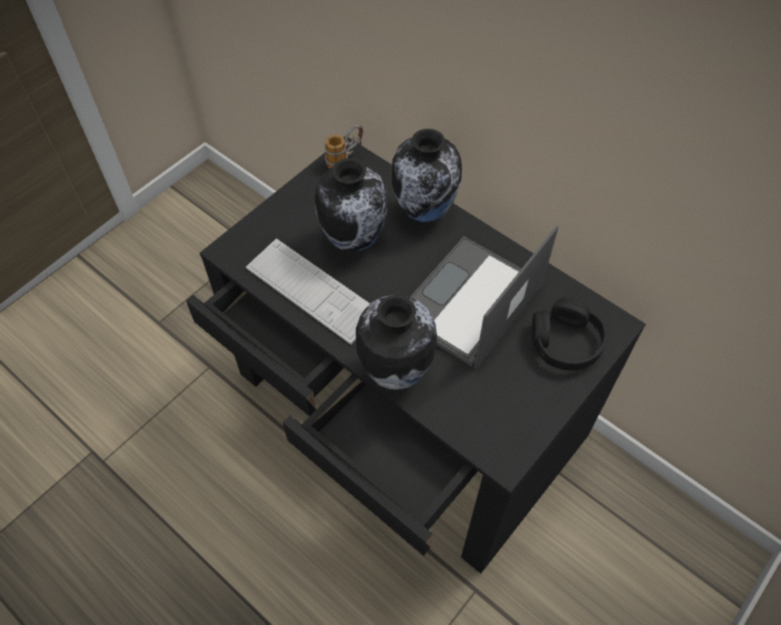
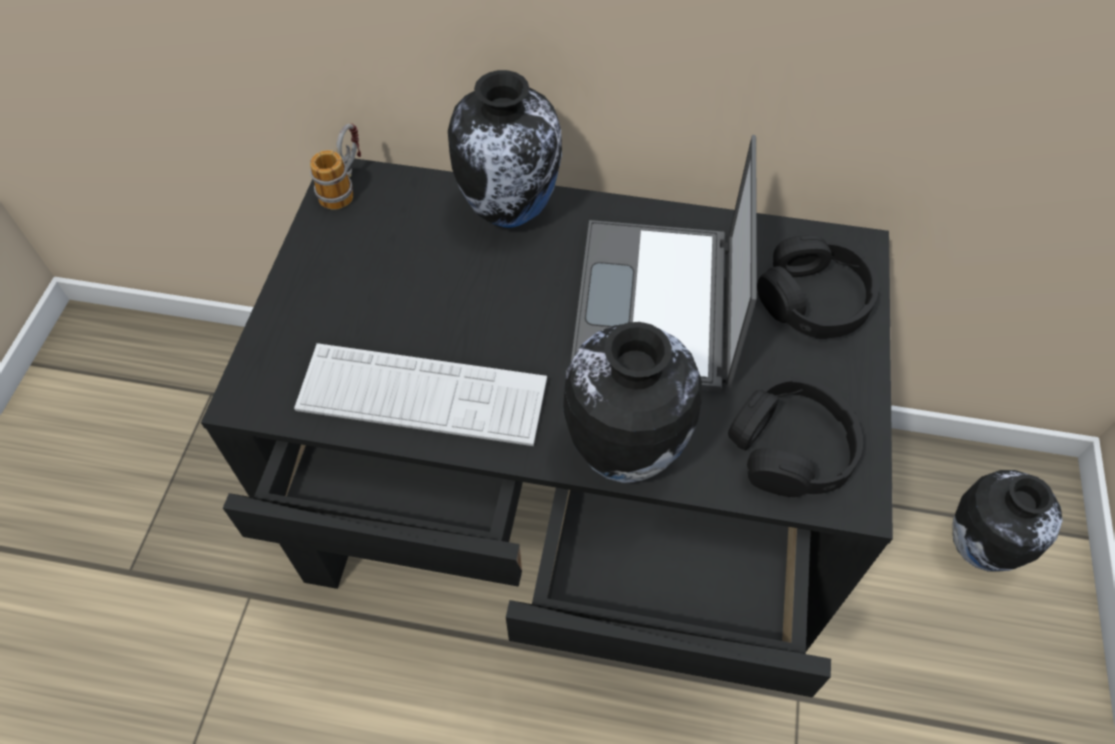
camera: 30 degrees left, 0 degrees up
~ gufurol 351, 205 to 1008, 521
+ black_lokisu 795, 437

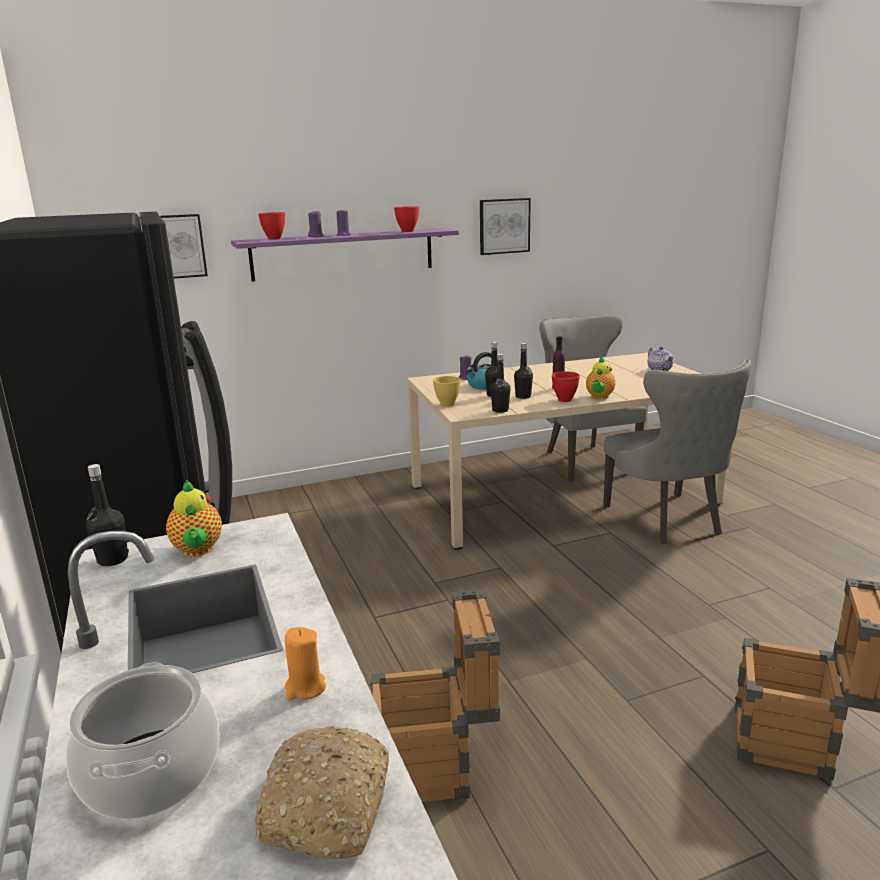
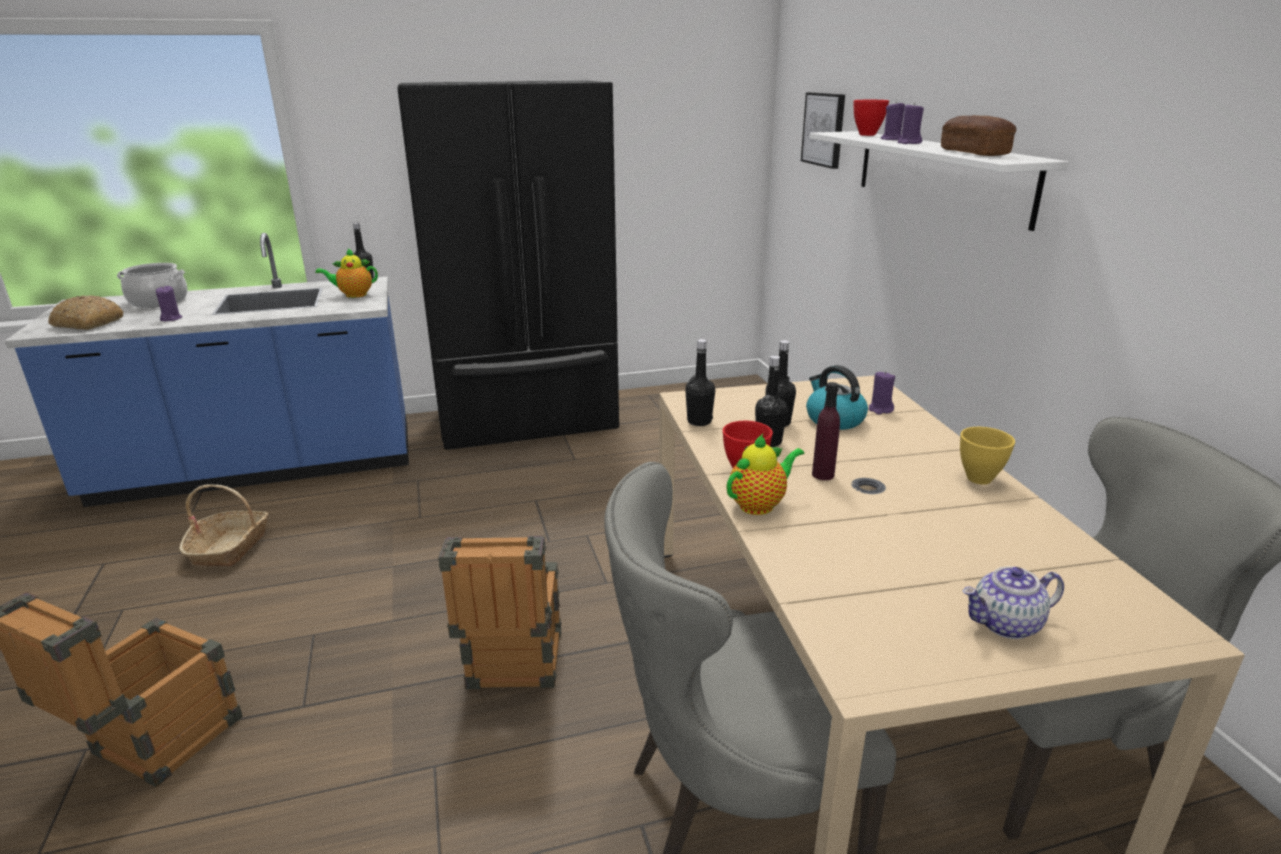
camera: 95 degrees right, 5 degrees up
- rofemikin 505, 226
~ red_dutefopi 406, 219 to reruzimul 979, 135
~ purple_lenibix 345, 255 to white_lenibix 939, 181
~ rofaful 600, 377 = 765, 474 120 degrees clockwise
~ yellow_dutefopi 447, 391 to 987, 456
~ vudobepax 435, 695 to 500, 612
~ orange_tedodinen 305, 663 to purple_tedodinen 169, 303
+ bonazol 223, 526

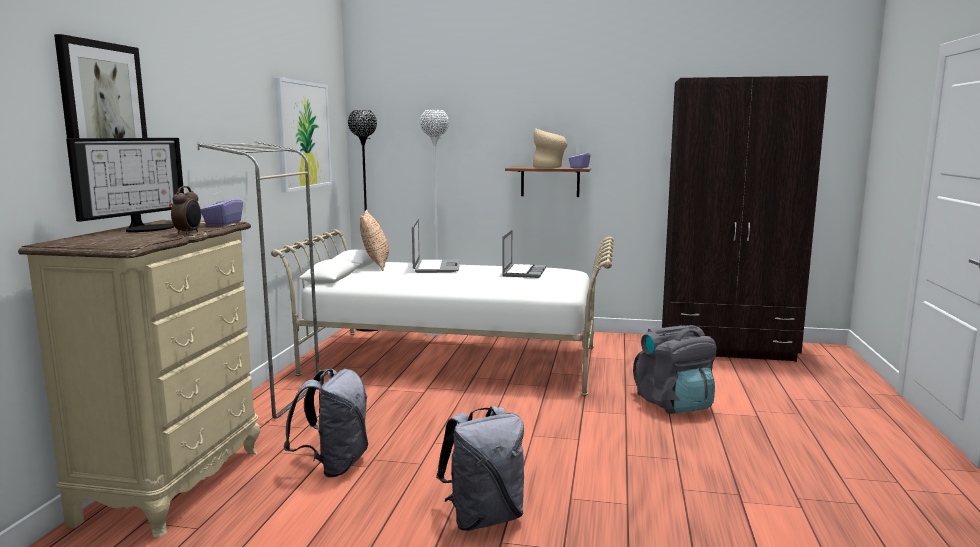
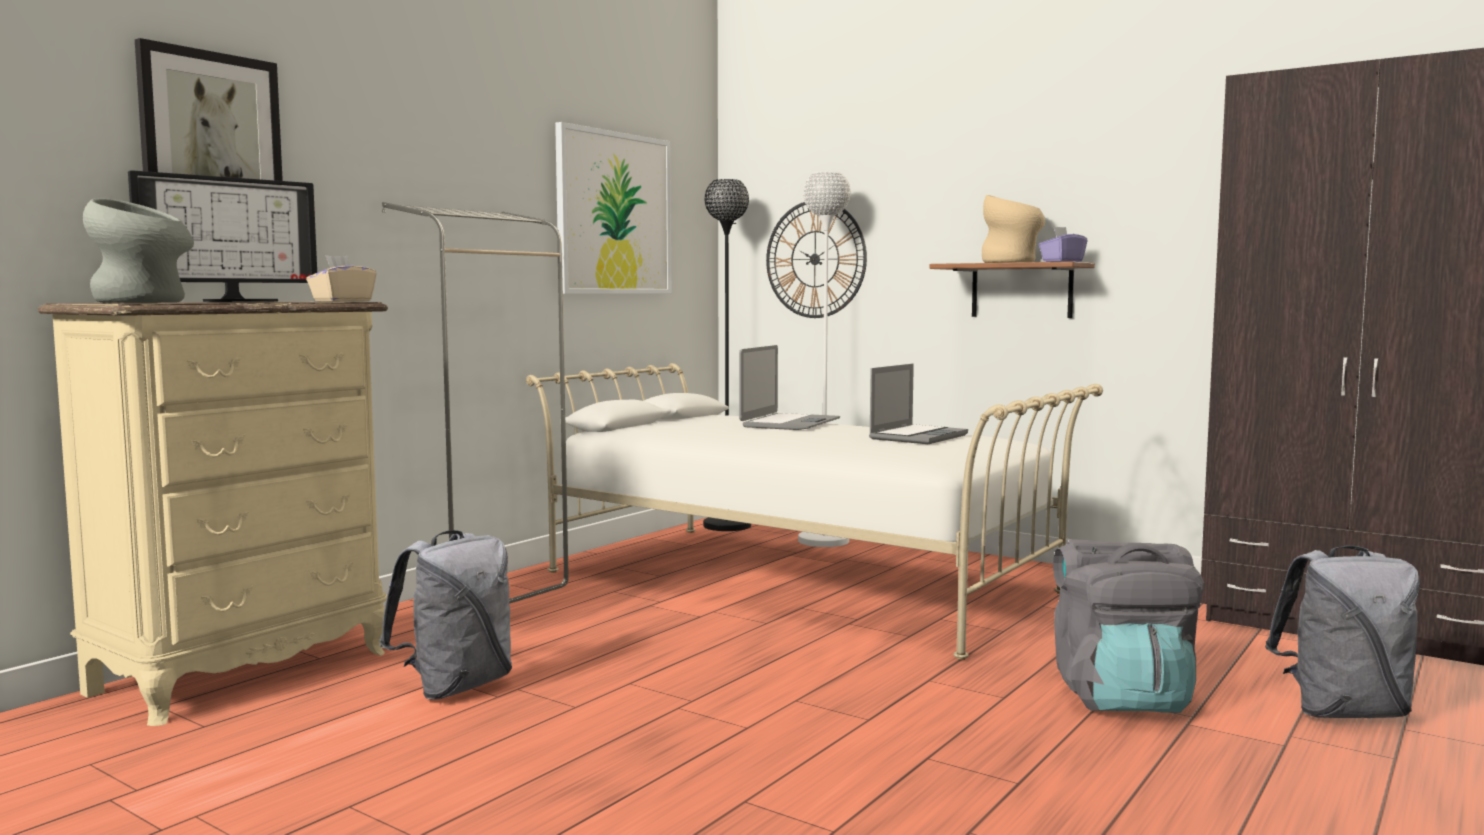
camera: 25 degrees right, 5 degrees down
- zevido 186, 210
~ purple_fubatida 222, 208 to beige_fubatida 341, 278
- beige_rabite 374, 240
~ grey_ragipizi 480, 468 to 1342, 631
+ grey_gufurol 138, 250
+ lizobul 816, 260

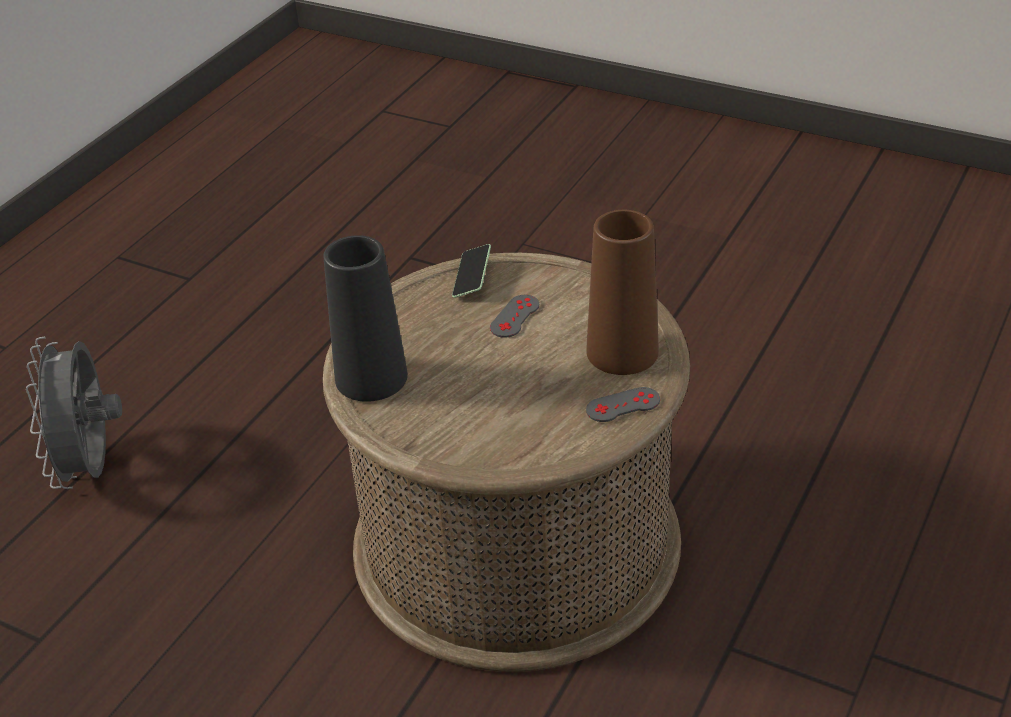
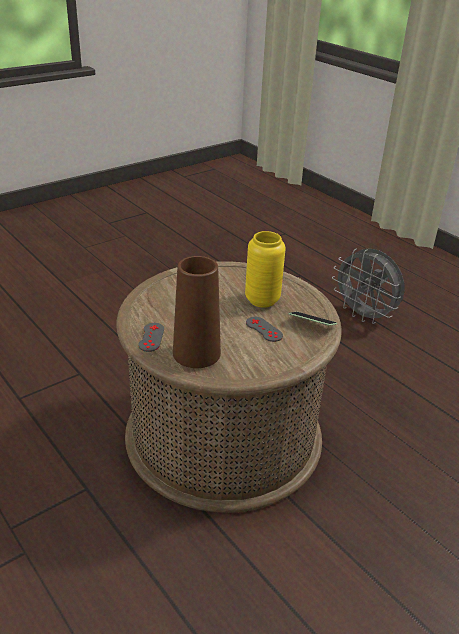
camera: 110 degrees right, 5 degrees down
- black_gufurol 365, 318
~ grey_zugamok 74, 413 = 368, 286 150 degrees counterclockwise
+ yellow_gufurol 265, 269

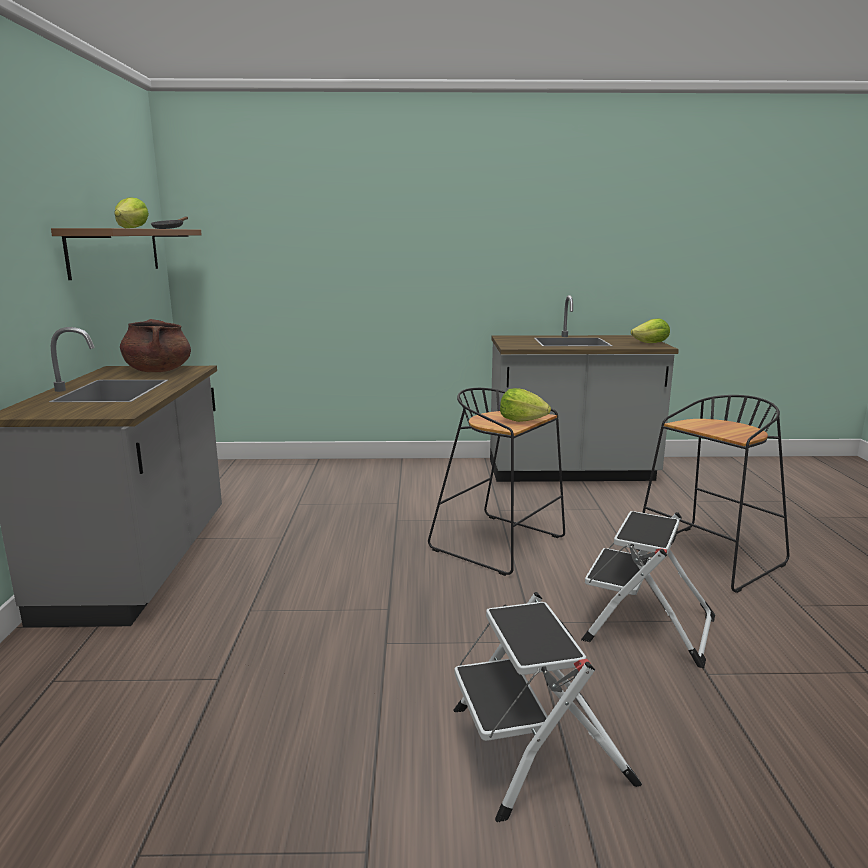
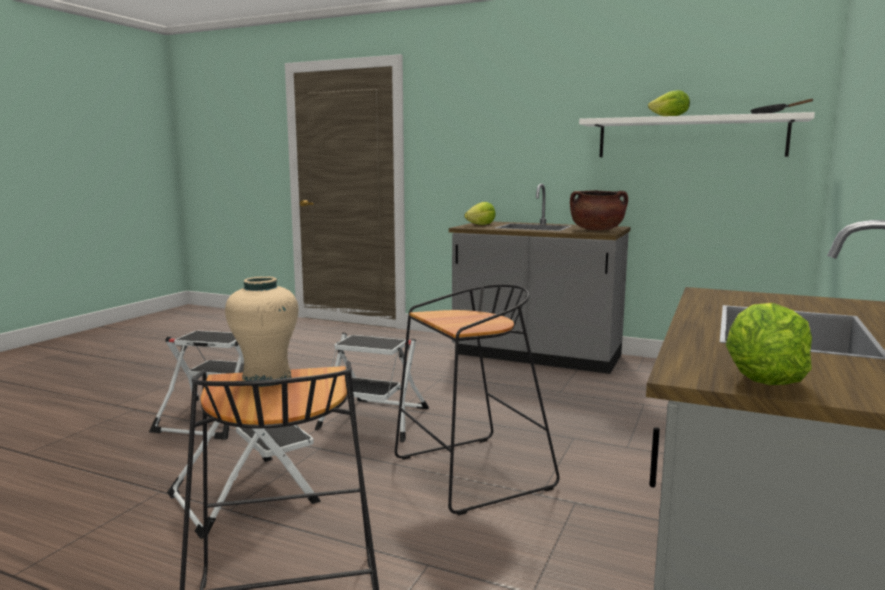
camera: 115 degrees right, 5 degrees down
~ brown_lenibix 126, 254 to white_lenibix 697, 134
~ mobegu 525, 405 to 480, 213
+ beige_gufurol 261, 332
+ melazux 372, 387

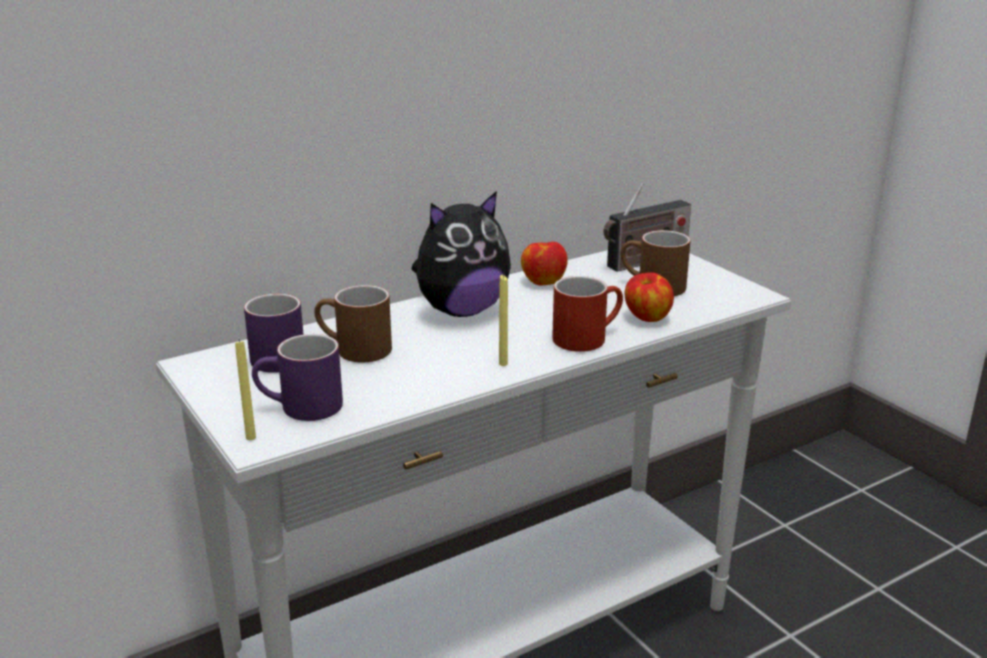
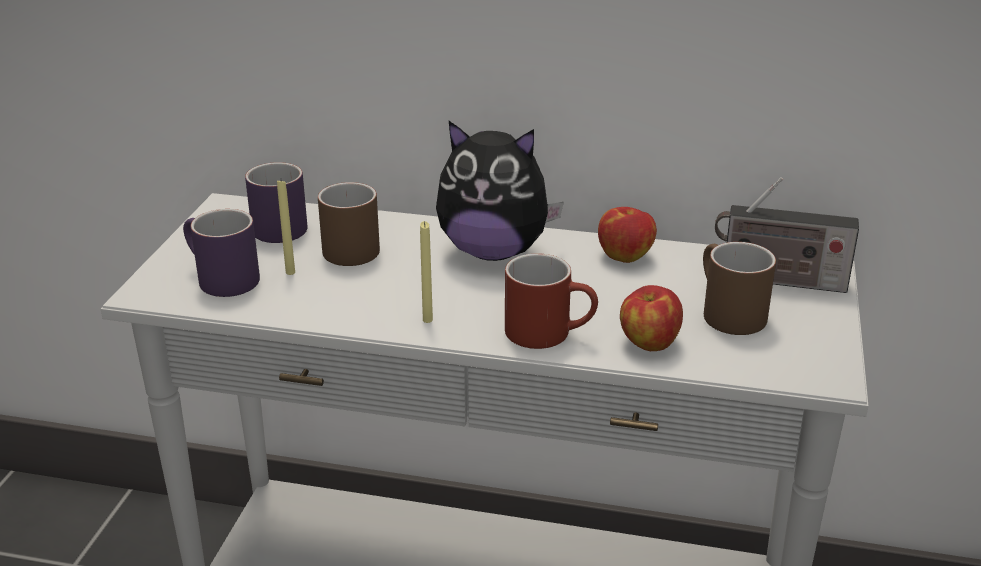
camera: 45 degrees right, 5 degrees up
~ yellow_tedodinen 245, 389 to 286, 228

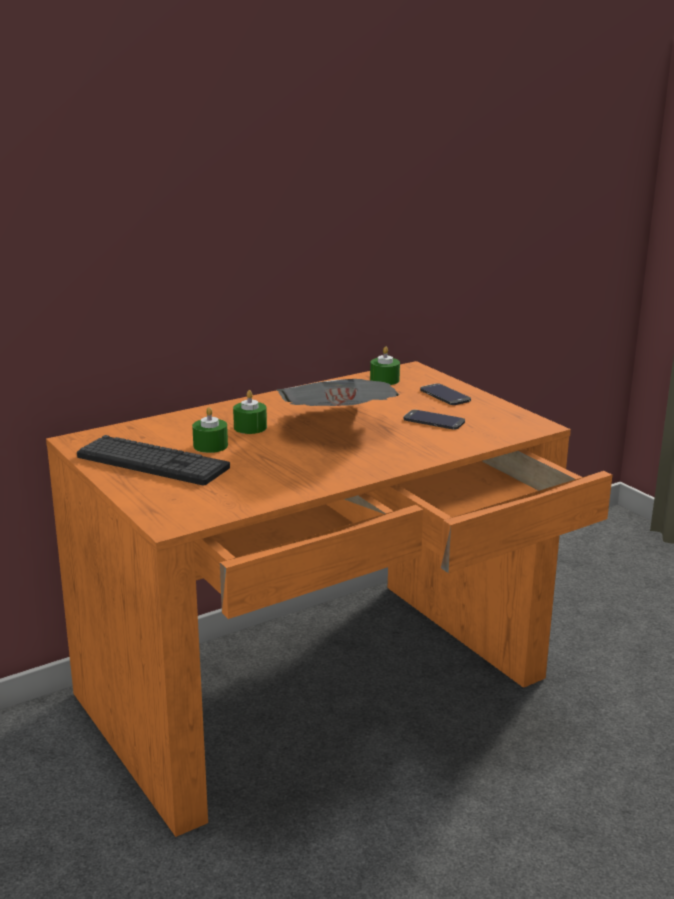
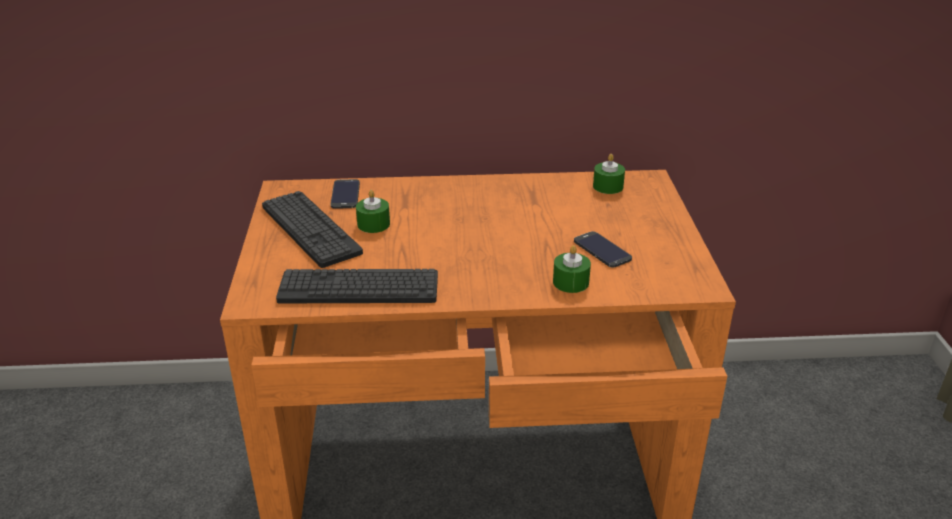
camera: 30 degrees right, 10 degrees up
- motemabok 337, 392
~ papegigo 445, 394 to 345, 194
~ green_tedodinen 250, 412 to 572, 269
+ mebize 357, 286

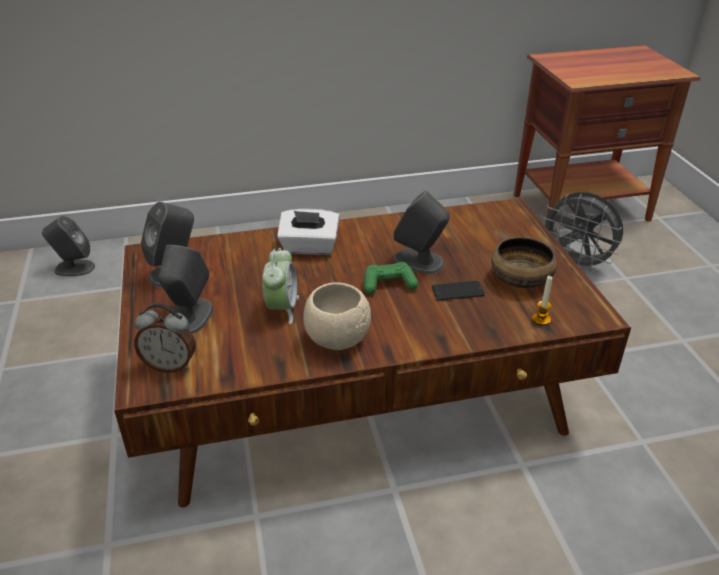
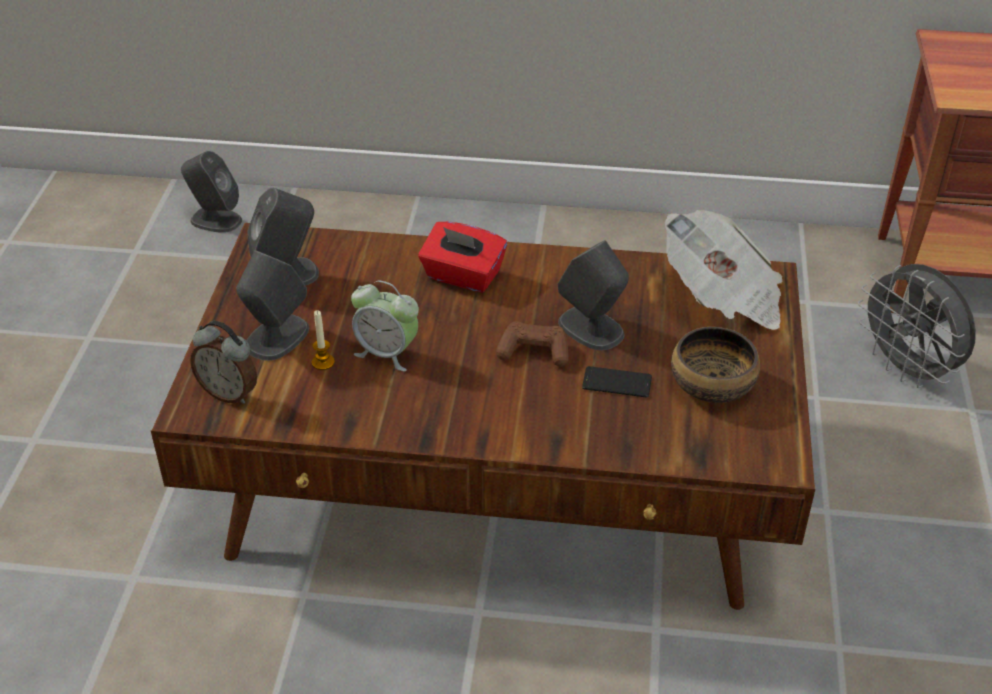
camera: 20 degrees right, 5 degrees up
~ white_fubatida 308, 232 to red_fubatida 462, 257
~ zevido 280, 286 = 385, 325 90 degrees clockwise
~ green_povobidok 391, 278 to brown_povobidok 532, 344
~ tedodinen 542, 300 to 323, 340
- beige_dutefopi 337, 316
+ motemabok 723, 270

